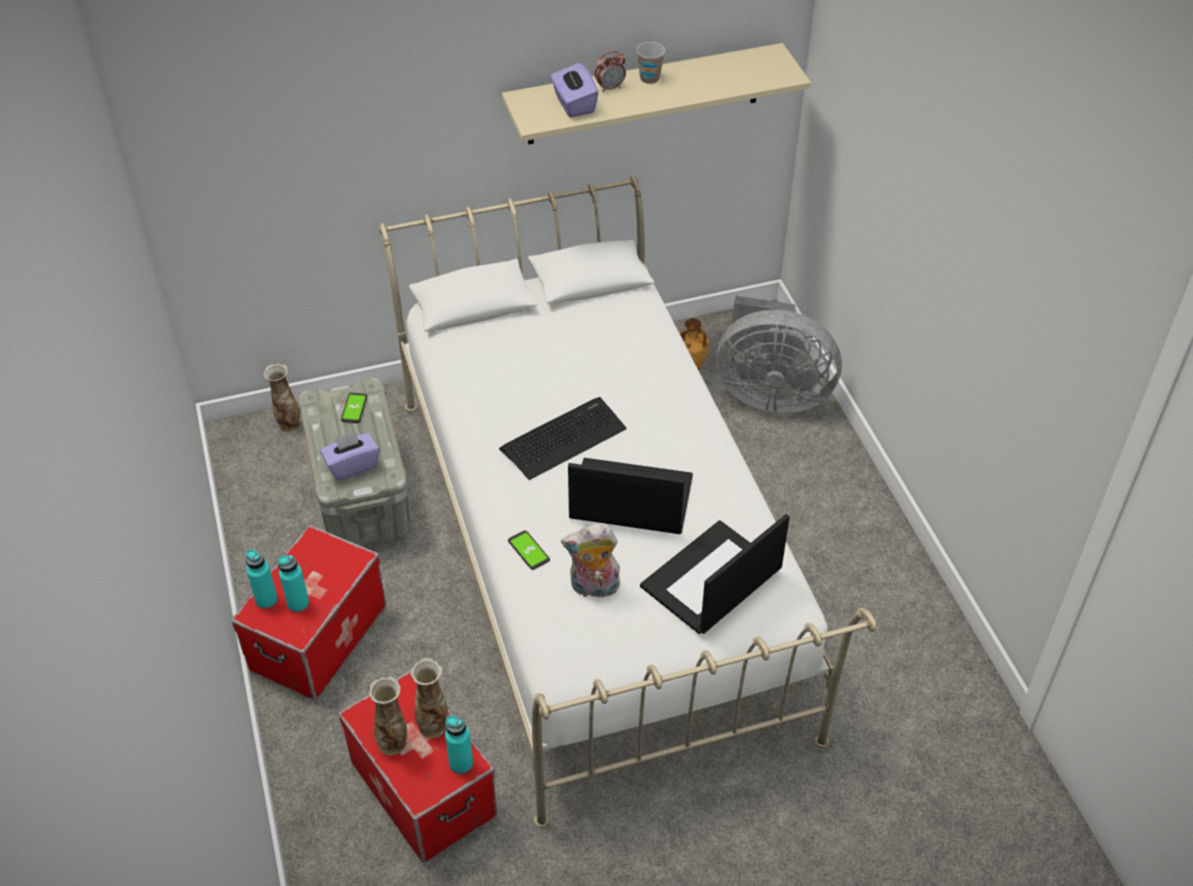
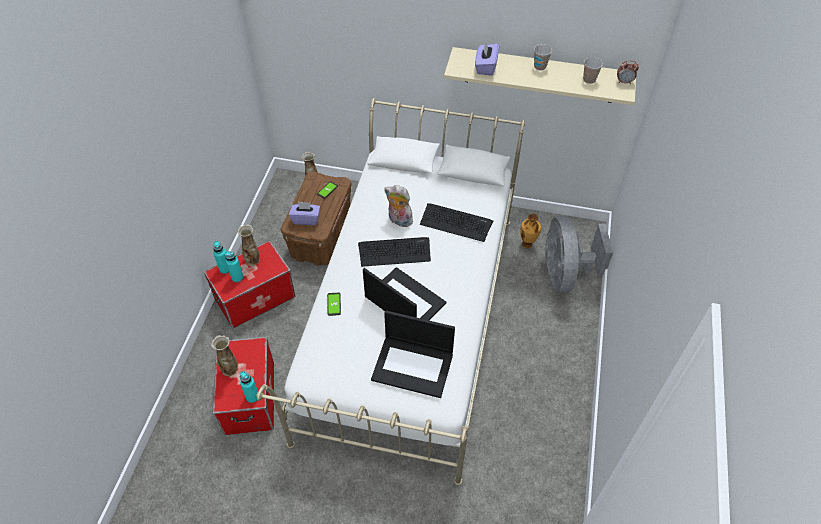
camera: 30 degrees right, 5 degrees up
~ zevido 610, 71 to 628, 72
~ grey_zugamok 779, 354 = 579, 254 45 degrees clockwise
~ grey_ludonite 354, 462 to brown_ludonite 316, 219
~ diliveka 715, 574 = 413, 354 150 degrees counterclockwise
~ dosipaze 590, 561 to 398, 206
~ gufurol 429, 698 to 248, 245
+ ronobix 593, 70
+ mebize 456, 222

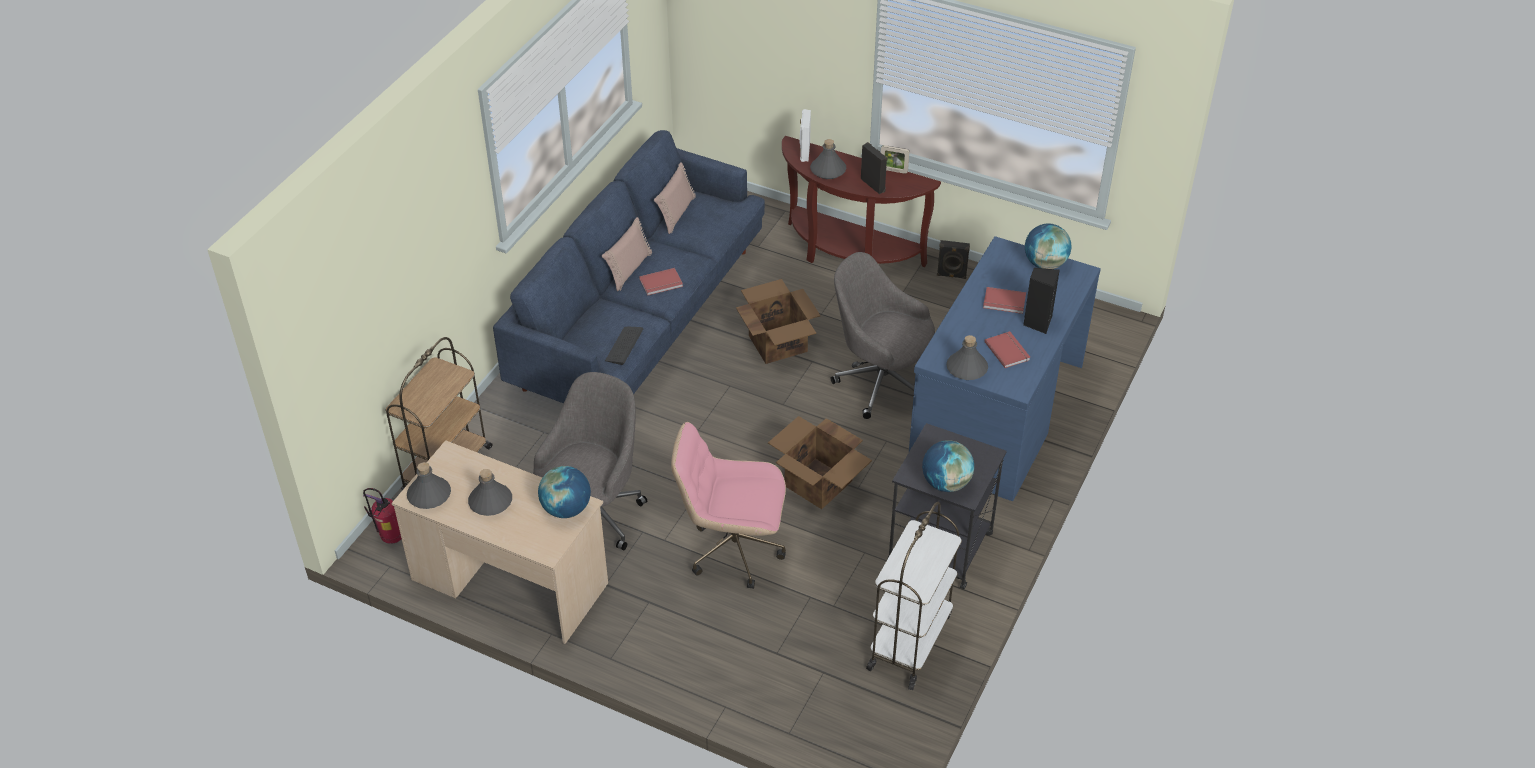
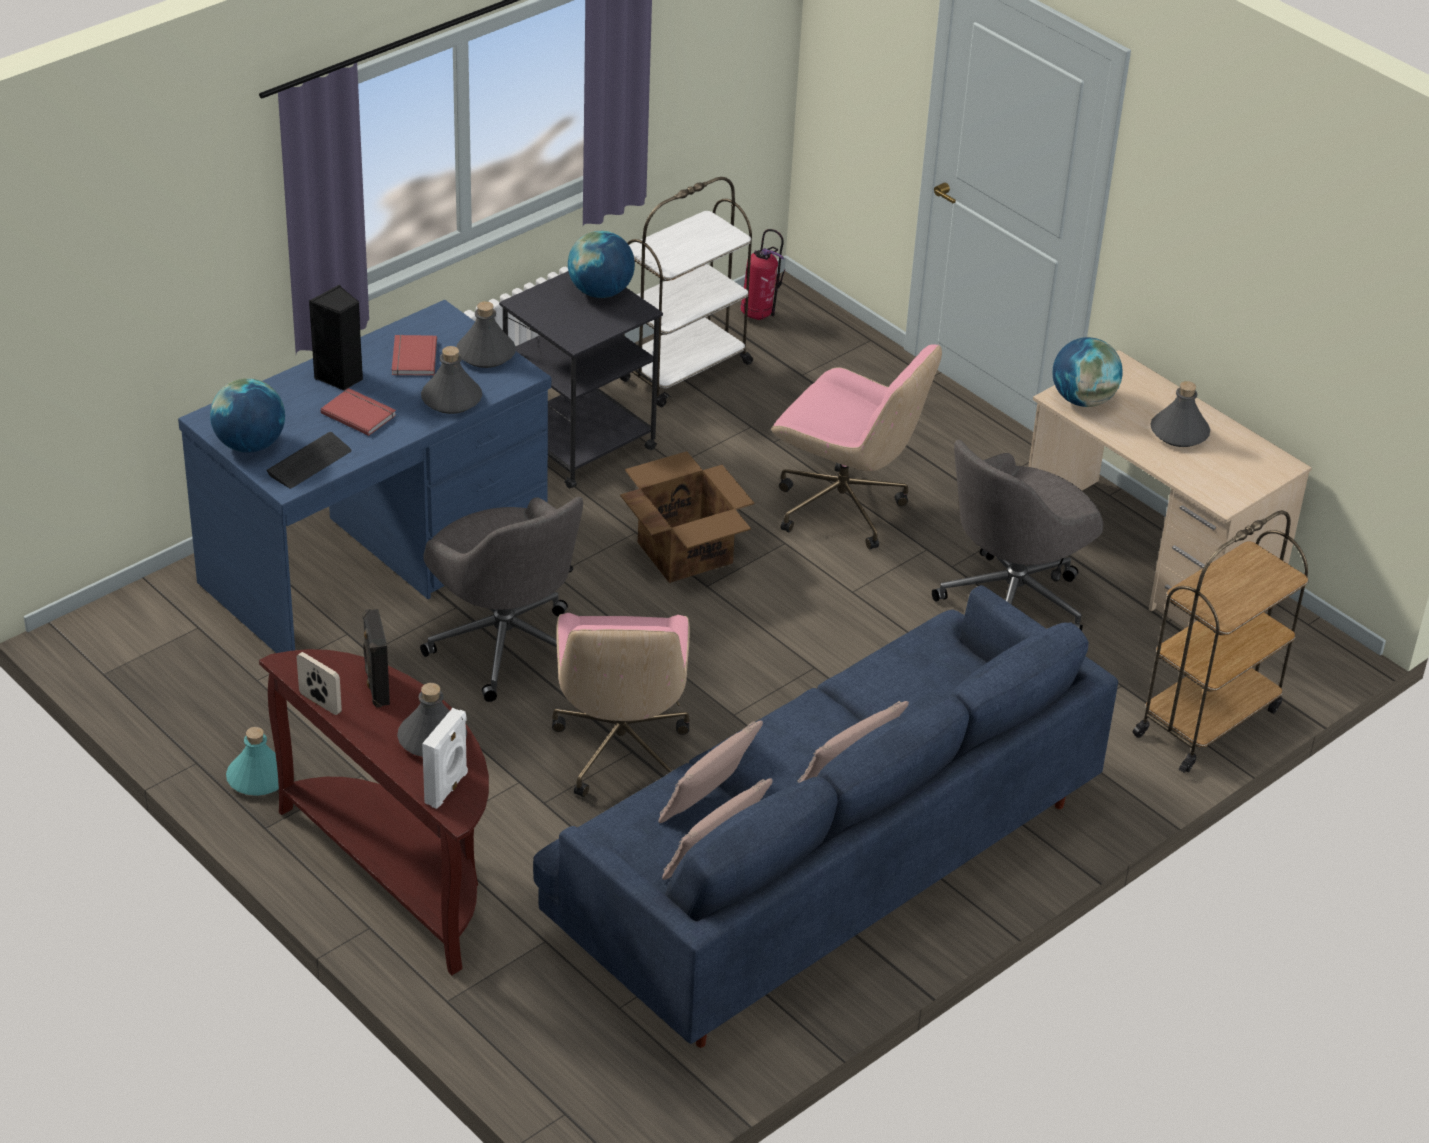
camera: 160 degrees left, 5 degrees down
~ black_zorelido 953, 259 to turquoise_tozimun 252, 761
- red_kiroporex 661, 282
~ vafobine 778, 321 to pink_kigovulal 621, 705
~ mebize 624, 346 to 308, 460
~ grey_tozimun 429, 485 to 451, 380
~ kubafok 382, 516 to 763, 274
+ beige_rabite 711, 772

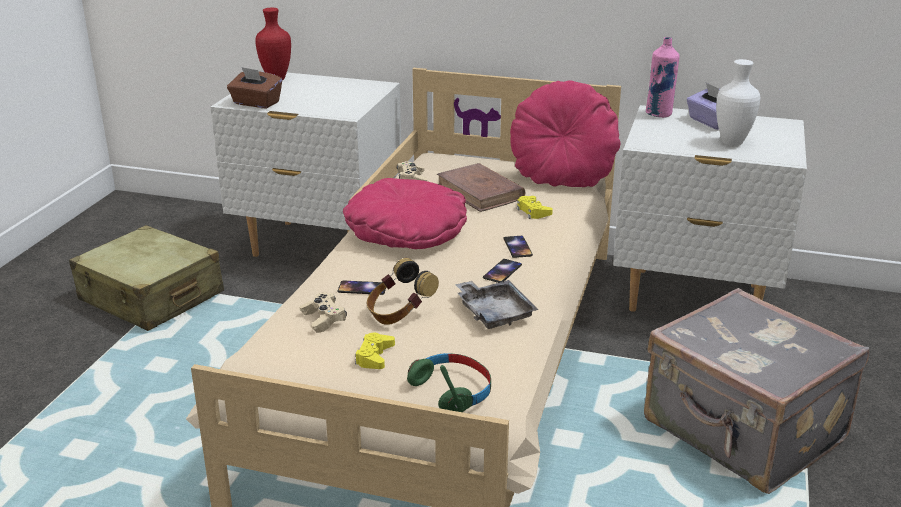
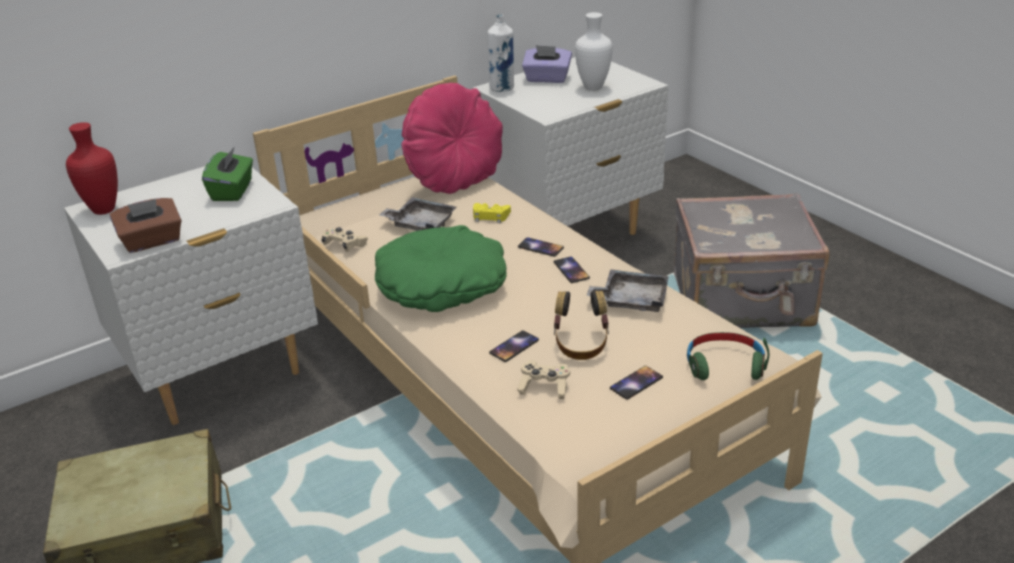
camera: 50 degrees left, 5 degrees up
~ pink_tozimun 663, 77 to white_tozimun 501, 53
~ brown_kiroporex 481, 187 to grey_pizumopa 418, 214
~ pink_rabite 405, 213 to green_rabite 441, 268
~ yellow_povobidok 375, 351 to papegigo 636, 383
+ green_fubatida 227, 173

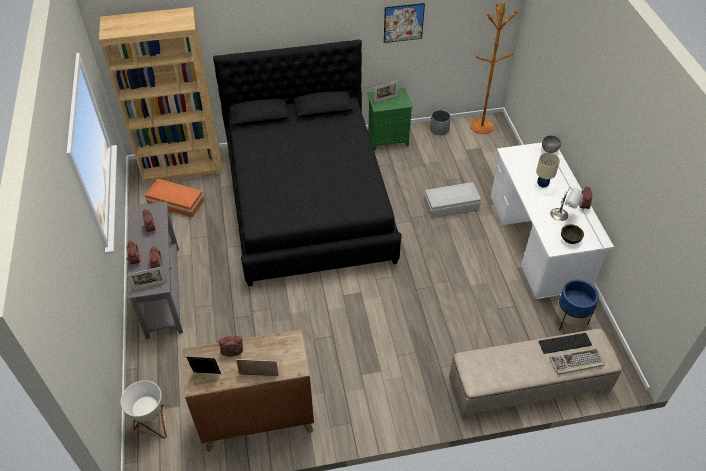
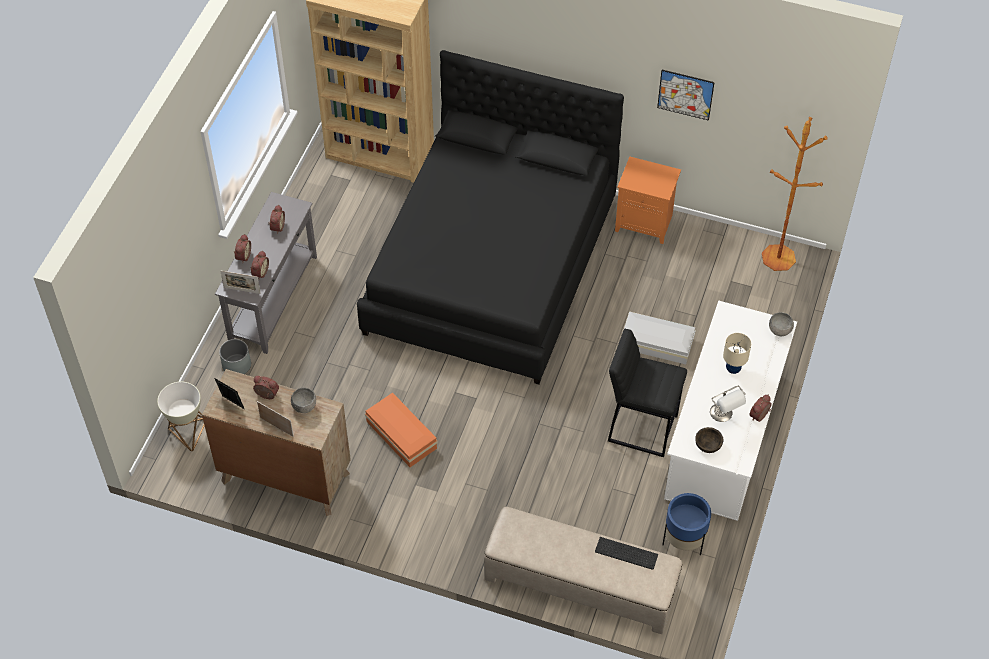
camera: 30 degrees right, 5 degrees up
- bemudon 386, 92
~ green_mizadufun 390, 119 to orange_mizadufun 648, 200
~ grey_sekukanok 440, 122 to 235, 356
~ orange_ludonite 174, 198 to 401, 430
- mebize 577, 361
+ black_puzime 647, 393
+ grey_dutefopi 303, 400

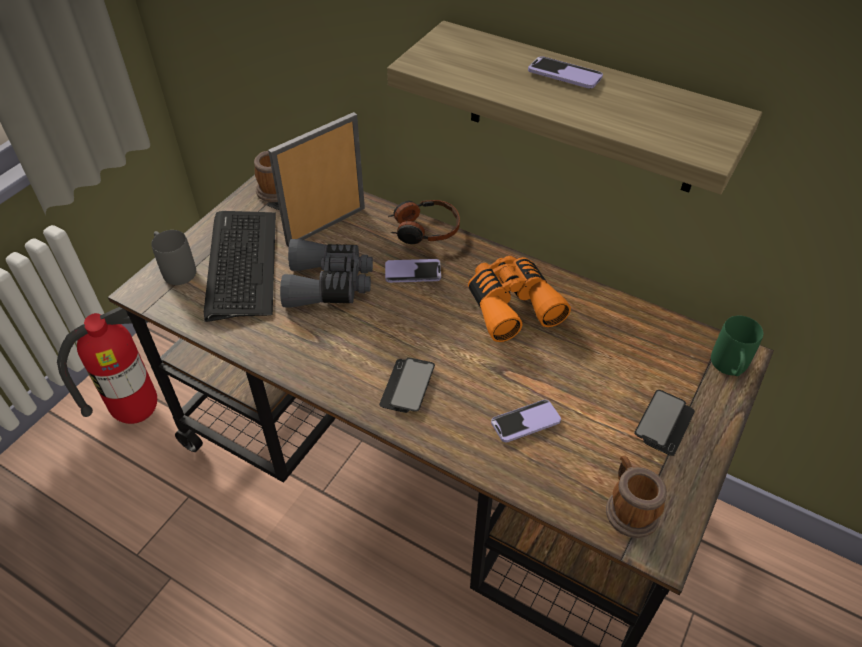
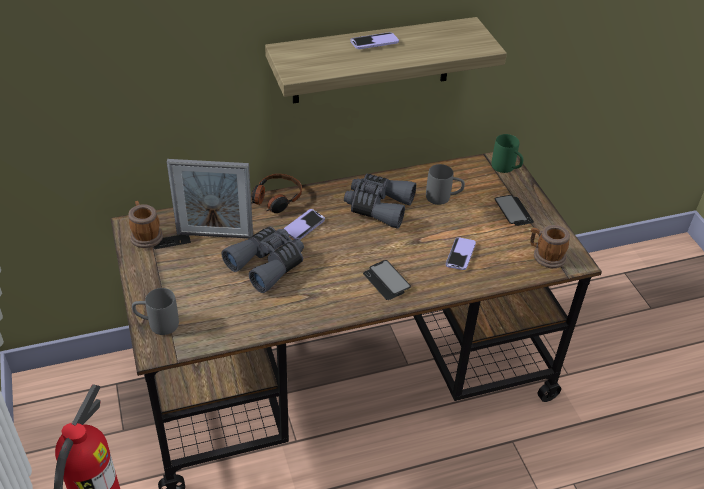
camera: 50 degrees left, 5 degrees down
~ bemudon 316, 179 = 210, 199 90 degrees counterclockwise
- mebize 240, 266
~ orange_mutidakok 519, 299 to grey_mutidakok 380, 201
+ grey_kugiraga 445, 184

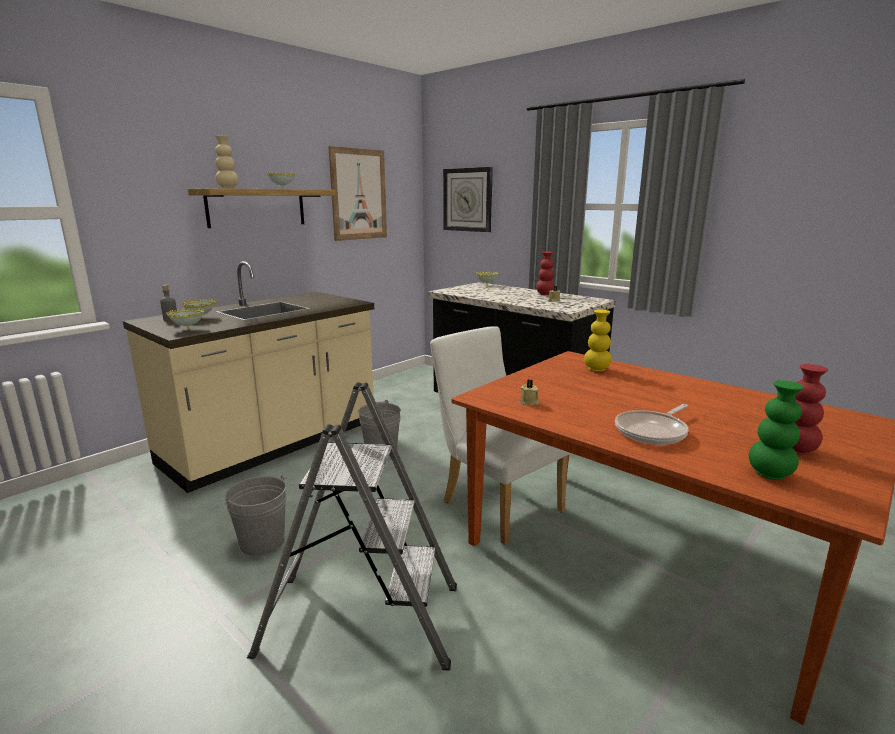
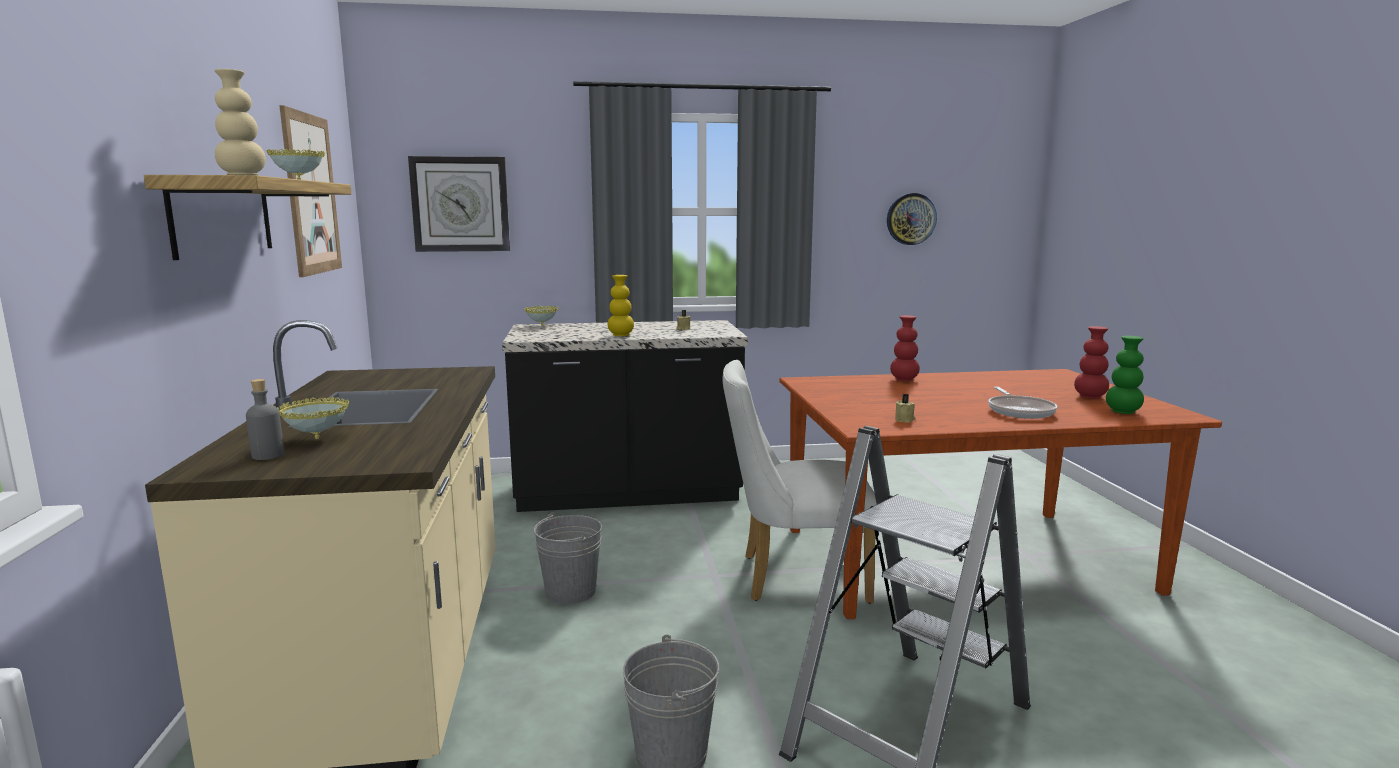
camera: 50 degrees left, 5 degrees down
~ red_gufurol 545, 273 to 905, 348
- dutefopi 185, 319
~ yellow_gufurol 598, 341 to 621, 305
+ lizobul 912, 219

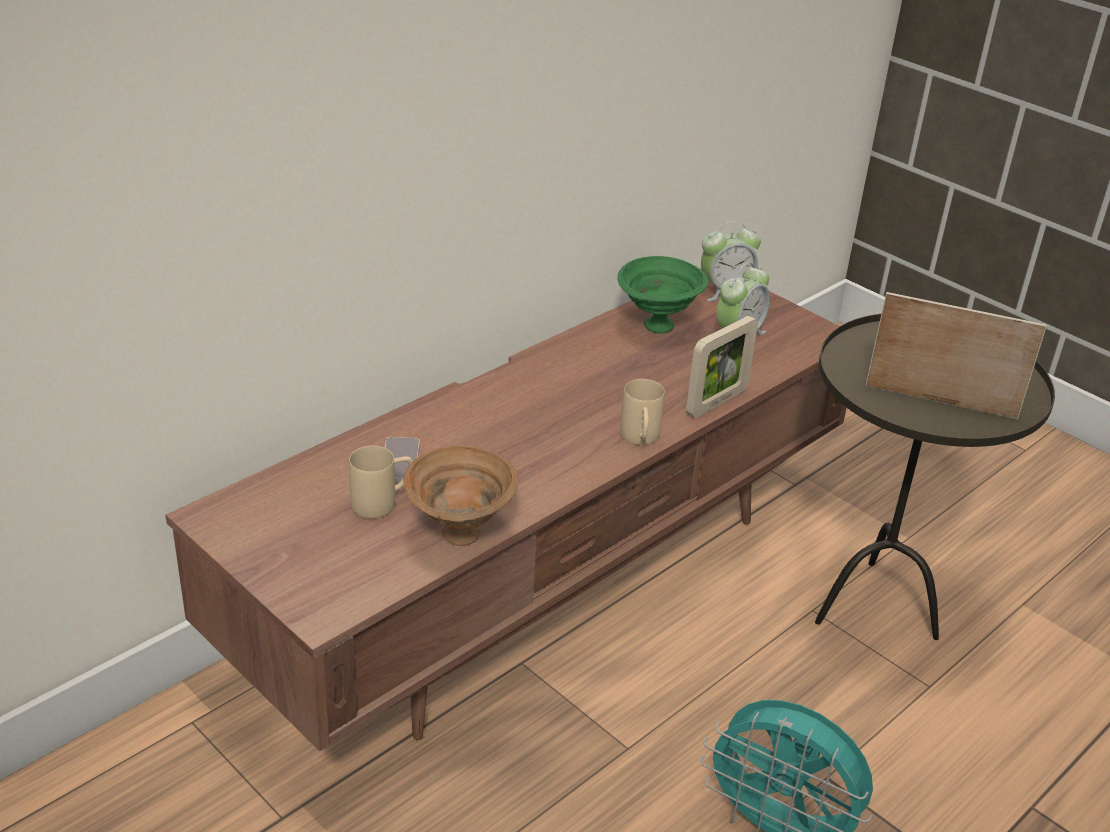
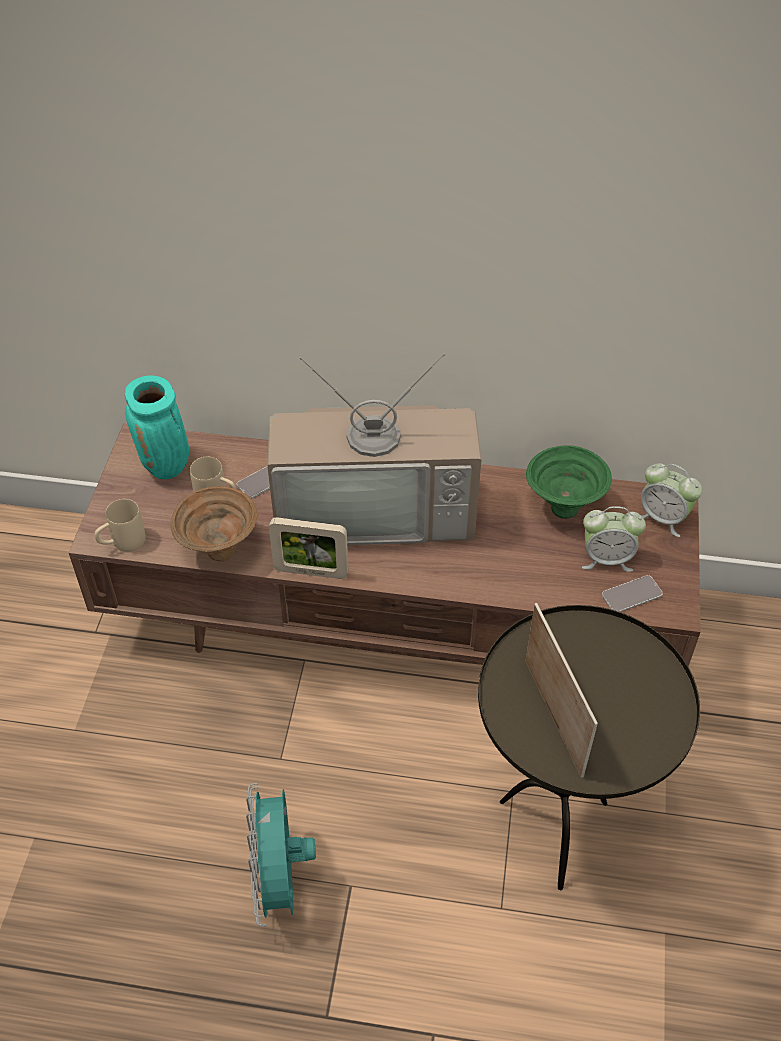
camera: 55 degrees right, 15 degrees up
~ bemudon 722, 367 to 308, 548
~ beige_kugiraga 642, 412 to 120, 525
+ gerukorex 374, 449
+ turquoise_gufurol 157, 427
+ papegigo 632, 593

